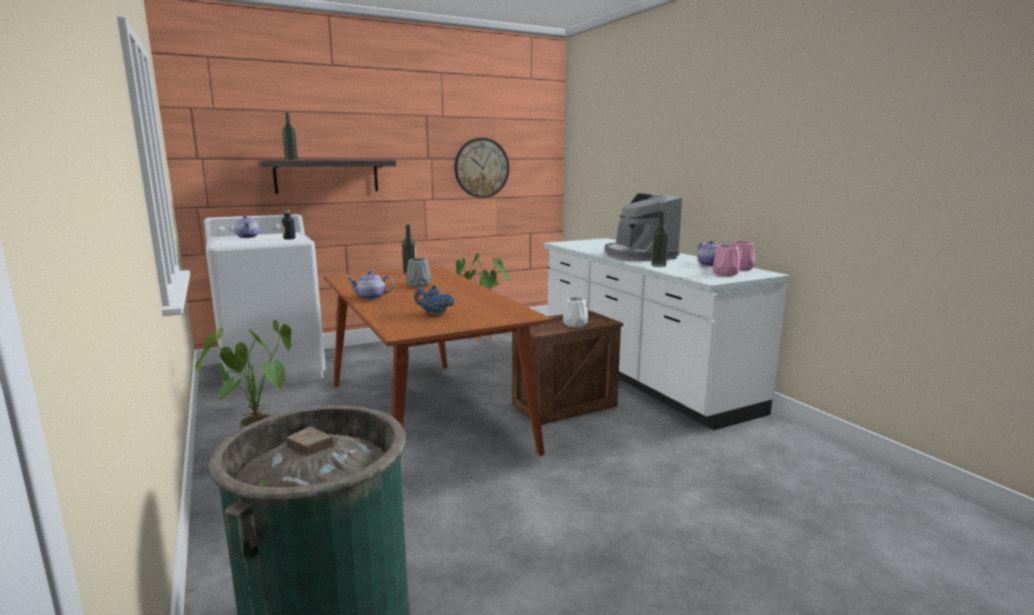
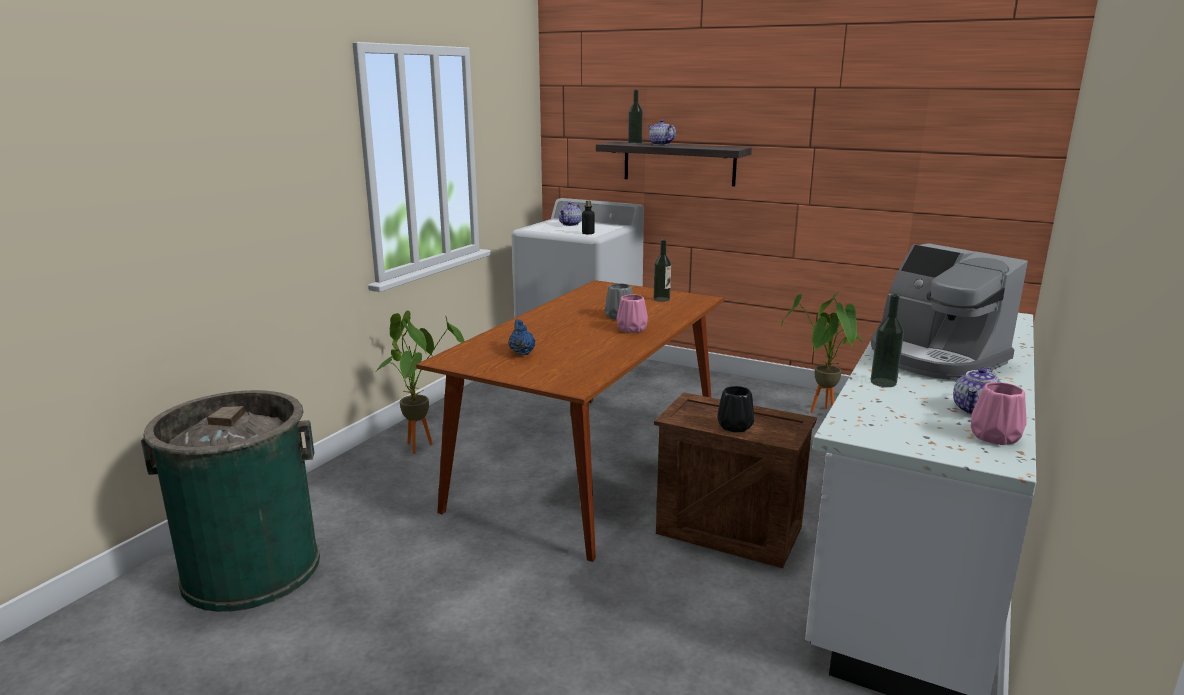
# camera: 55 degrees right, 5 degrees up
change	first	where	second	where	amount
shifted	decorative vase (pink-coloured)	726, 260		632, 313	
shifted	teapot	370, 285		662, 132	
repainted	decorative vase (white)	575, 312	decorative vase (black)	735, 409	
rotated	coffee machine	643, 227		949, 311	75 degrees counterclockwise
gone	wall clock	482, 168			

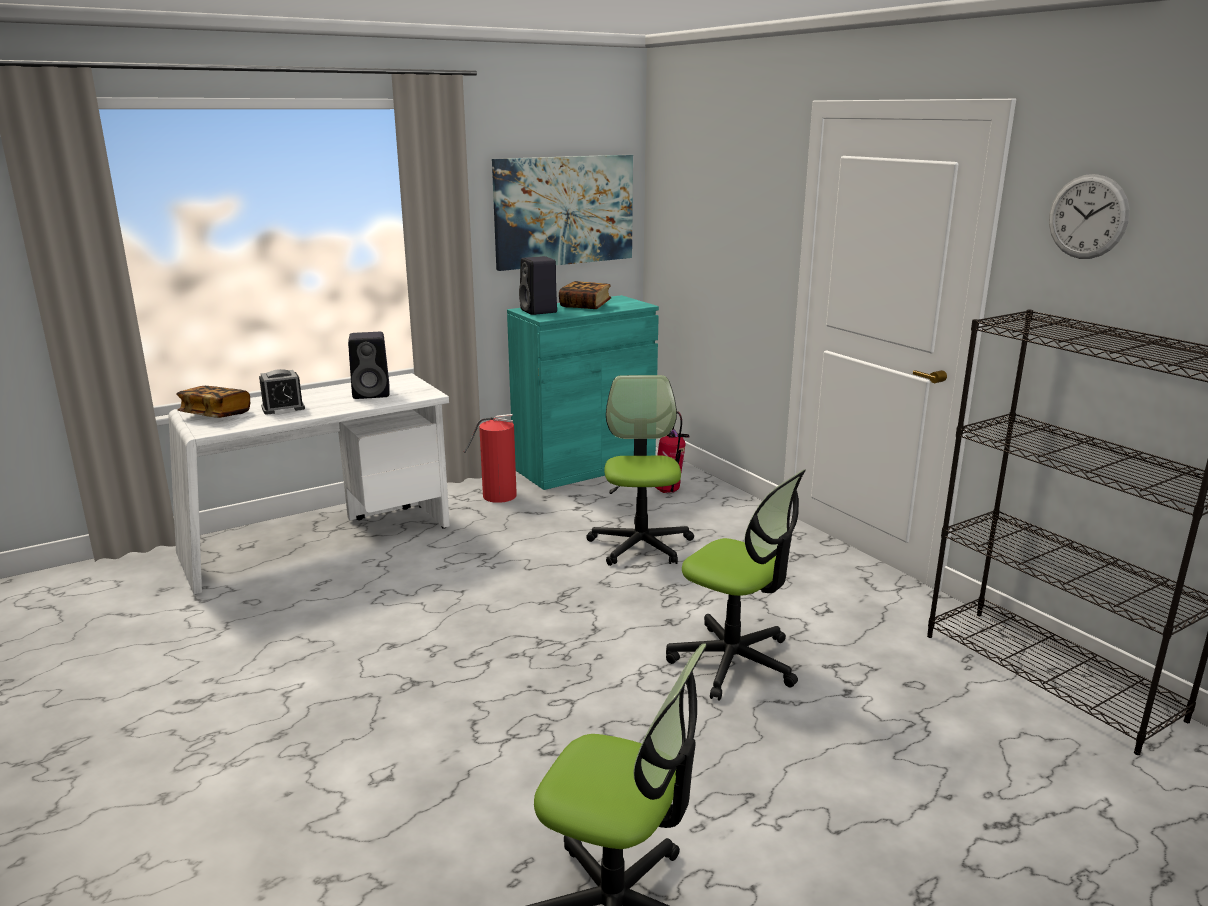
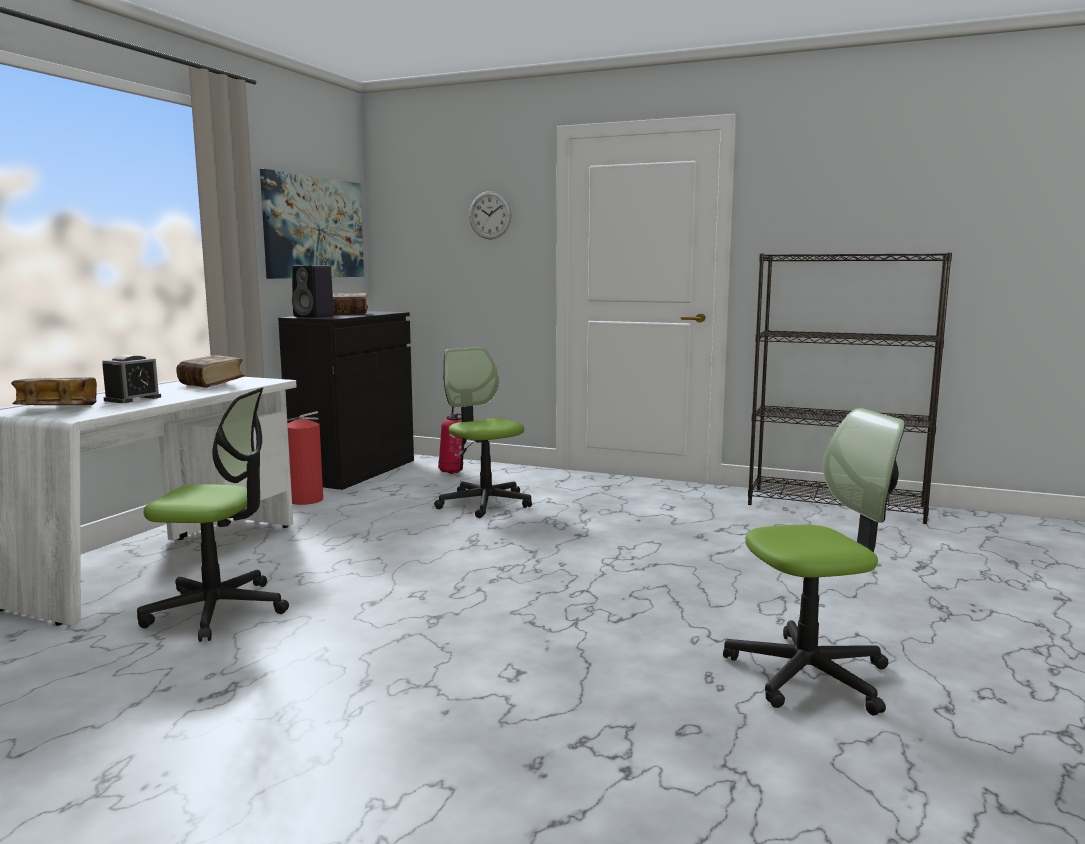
# camera: 35 degrees left, 10 degrees down
change	first	where	second	where	amount
shifted	office chair	736, 585		213, 514	
swapped	loudspeaker (black)	369, 365	book	210, 371	
repainted	cupboard (blue-green)	583, 392	cupboard (black)	346, 400	
shifted	wall clock	1089, 216		490, 215	

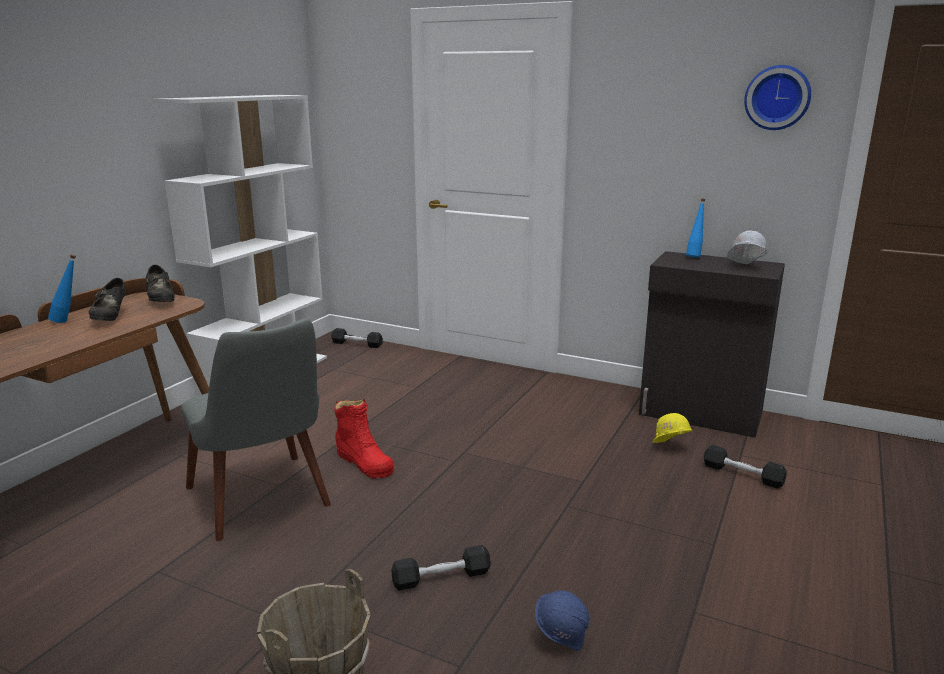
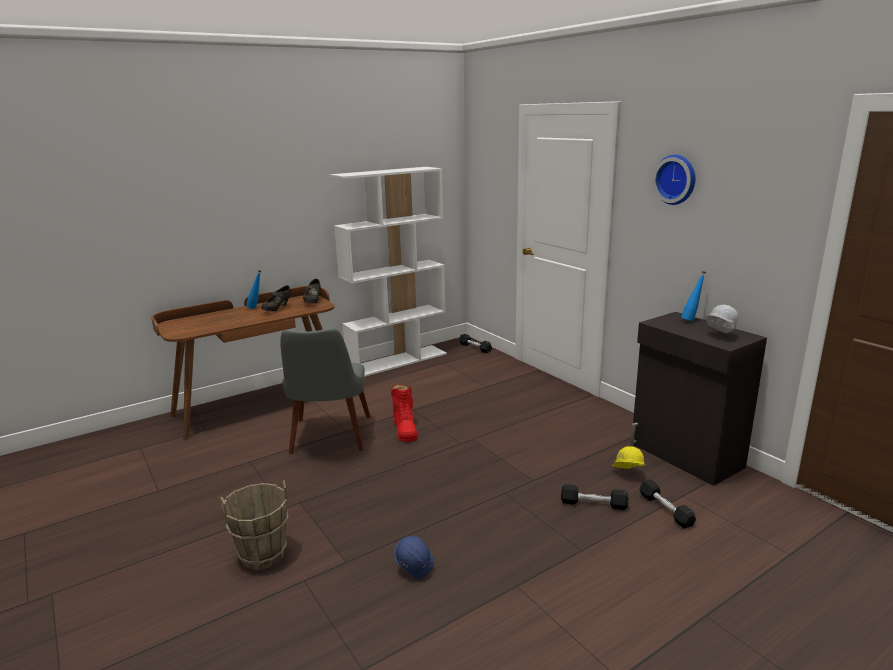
# camera: 30 degrees right, 0 degrees up
change	first	where	second	where	amount
shifted	free weight (black)	441, 568		594, 497	
shifted	wall clock	777, 97		674, 180	

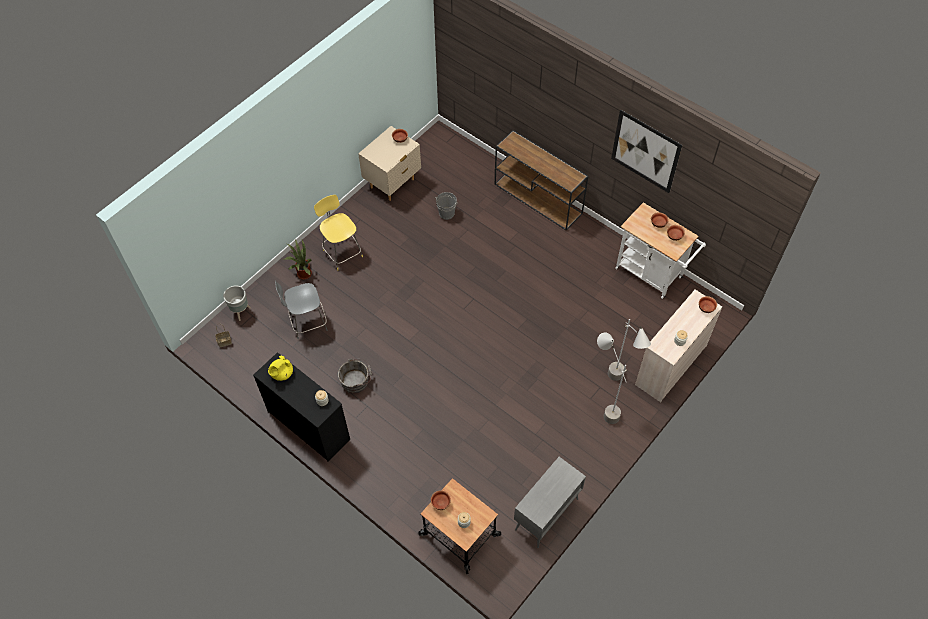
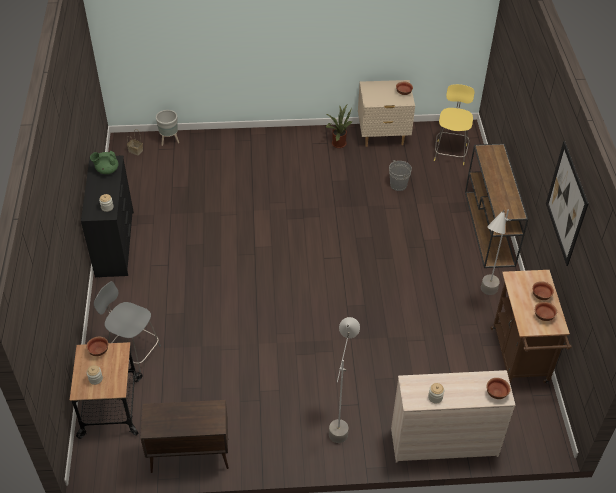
# camera: 45 degrees right, 10 degrees down
change	first	where	second	where	amount
repainted	teapot (yellow)	280, 368	teapot (green)	104, 162	
shifted	stool (greyish)	301, 309		127, 327	
repainted	cupboard (greyish)	550, 502	cupboard (brown)	184, 436	
shifted	potted plant	298, 259		339, 126	
shifted	stool (yellow)	338, 232		454, 124	
shifted	standing lamp (greyish)	629, 350		496, 252	
repainted	cart (white)	660, 250	cart (brown)	531, 327	
gone	water bucket (greyish)	354, 376			

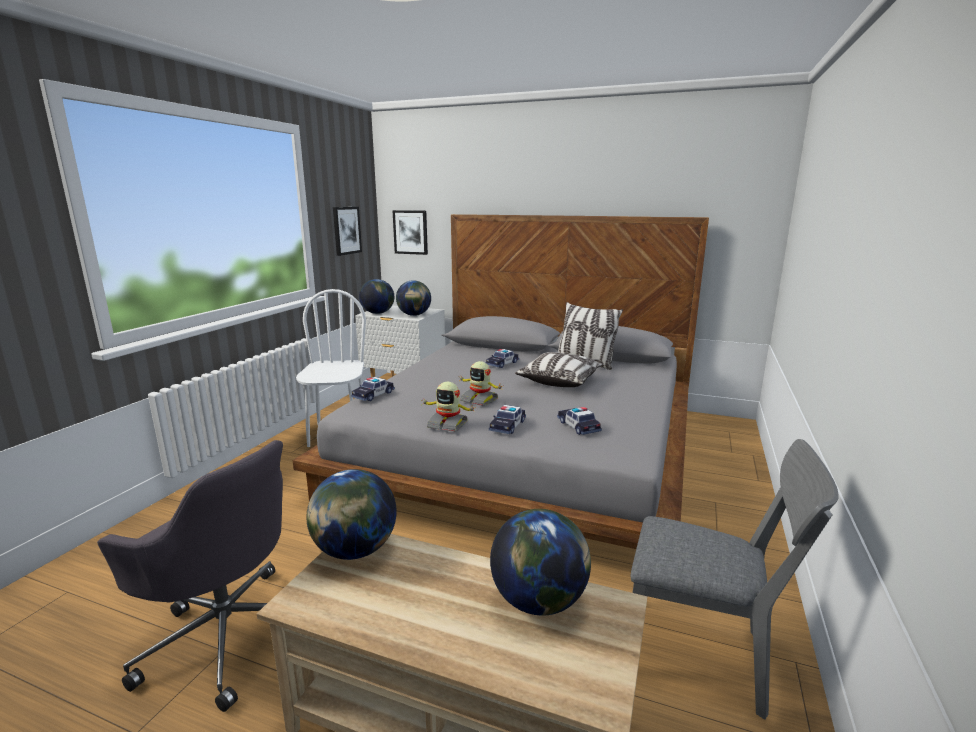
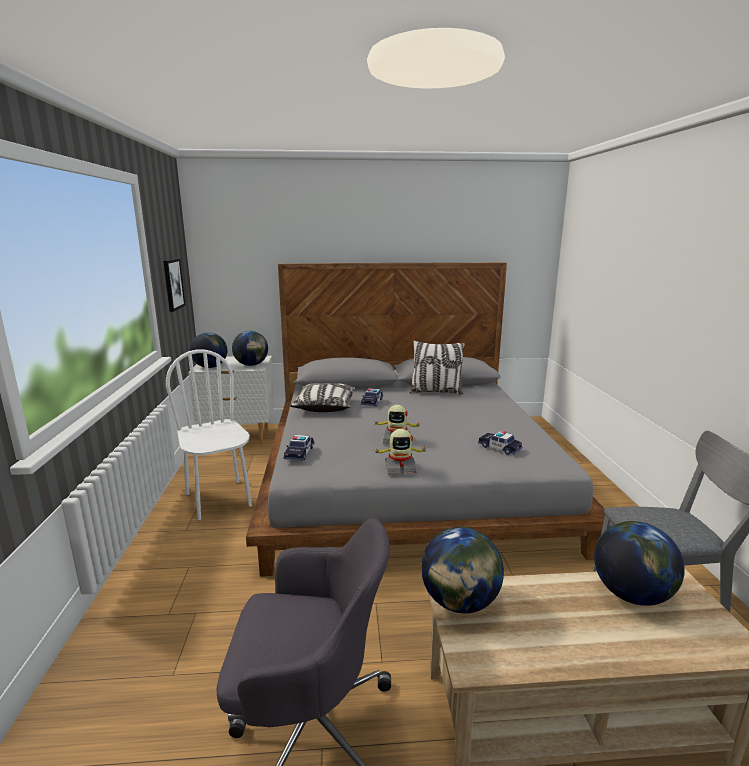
# camera: 25 degrees left, 0 degrees up
change	first	where	second	where	amount
shifted	pillow	559, 369		323, 397	
gone	wall picture	410, 232			
gone	miniature car	507, 419			

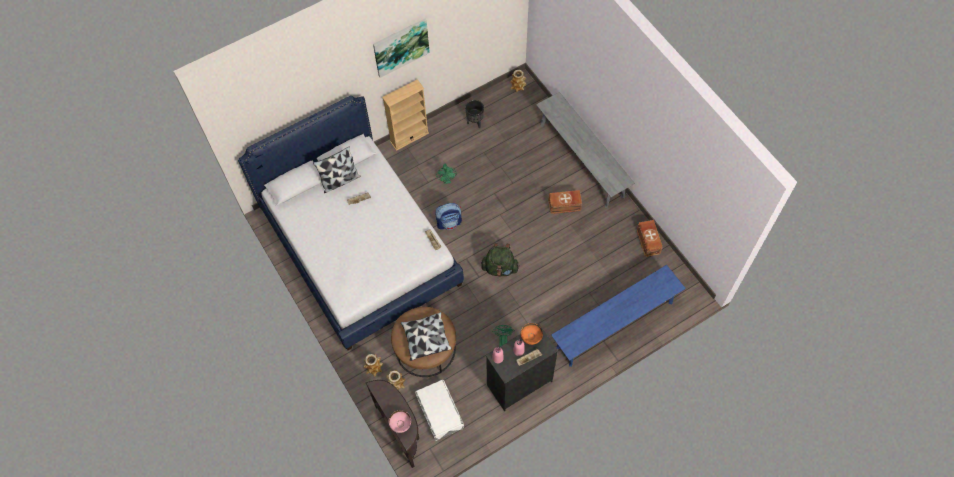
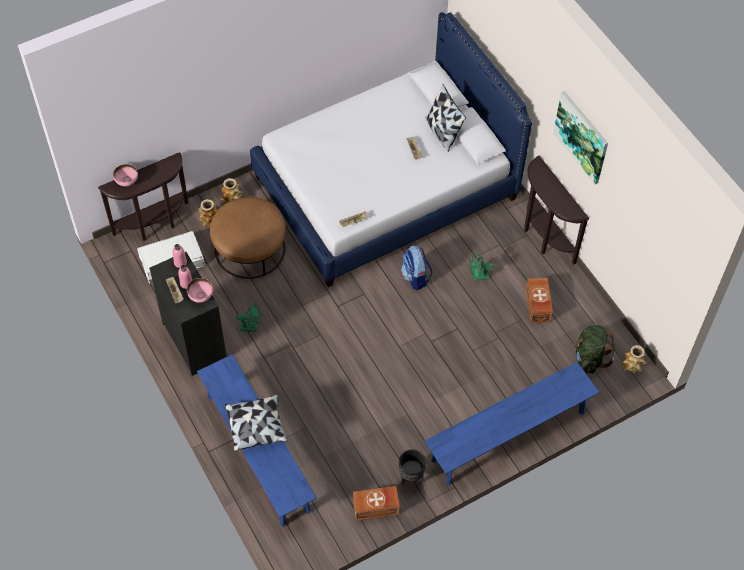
# camera: 90 degrees right, 5 degrees down
change	first	where	second	where	amount
repainted	serving bowl (orange-coloured)	532, 334	serving bowl (pink-coloured)	200, 290	
shifted	pillow	426, 336		256, 423	
shifted	flower pot (black)	474, 114		412, 467	
repainted	bench (greyish)	585, 150	bench (blue-coloured)	512, 423	
swapped	shelving unit (sand-coloured)	405, 115	hall table (brown)	556, 209	
shifted	storage container (brown)	565, 202		539, 300	
shifted	rucksack (green)	500, 260		594, 349	

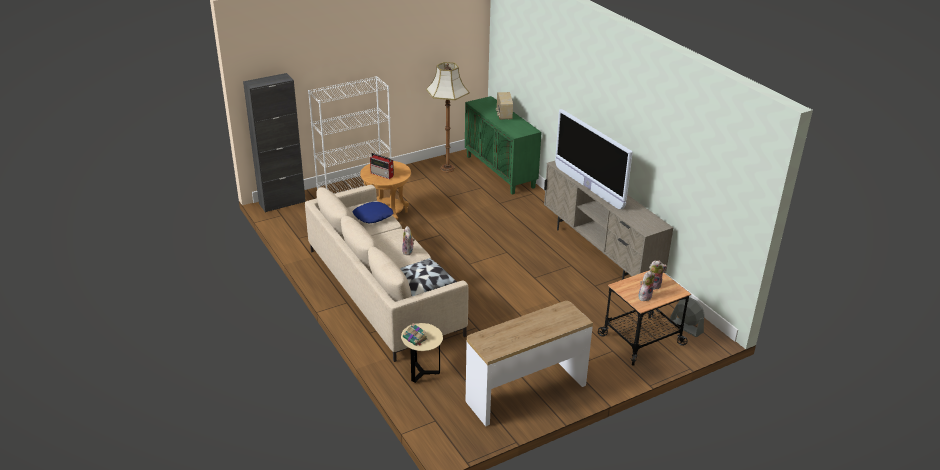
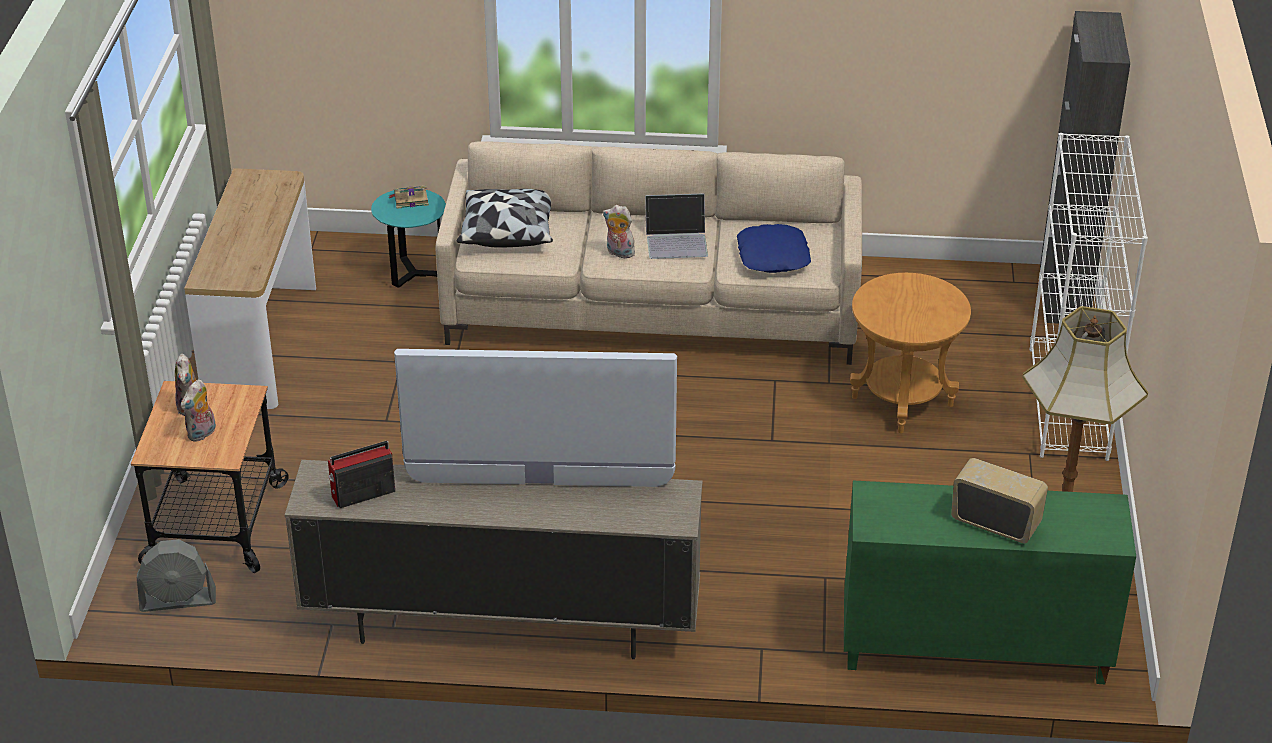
# camera: 125 degrees right, 5 degrees up
change	first	where	second	where	amount
shifted	radio set	382, 166		361, 474	
repainted	accent table (sand-coloured)	422, 353	accent table (blue-green)	408, 239	
new			laptop	676, 226	

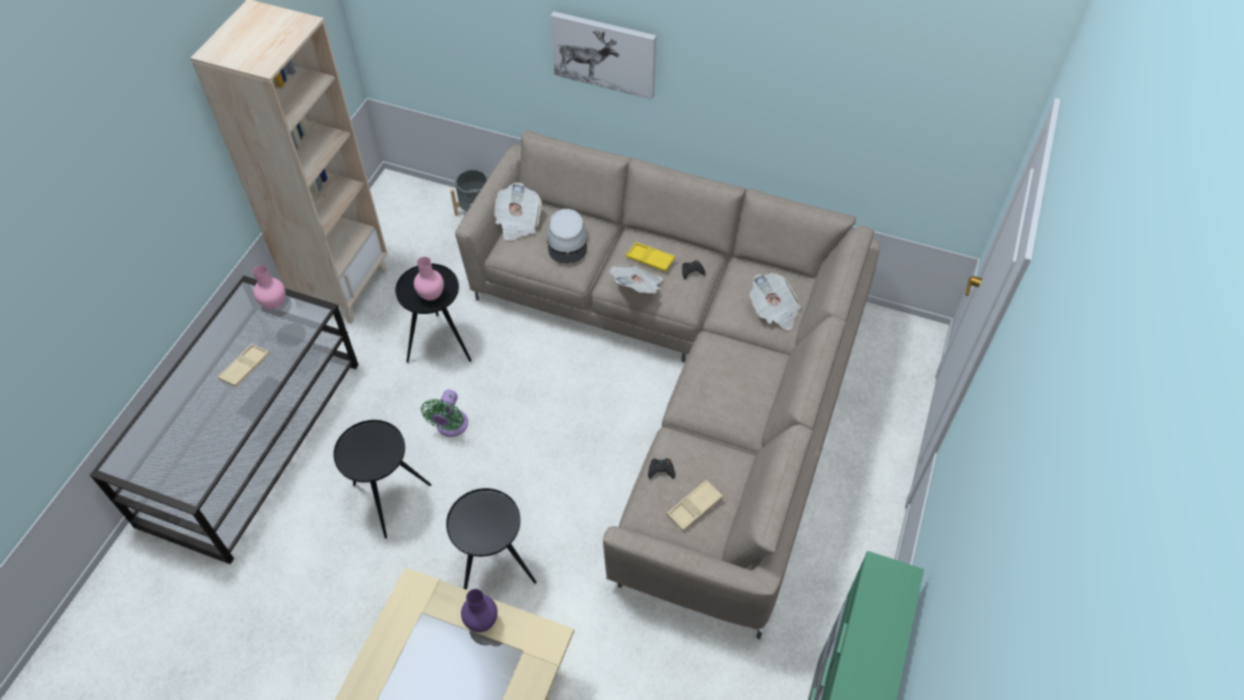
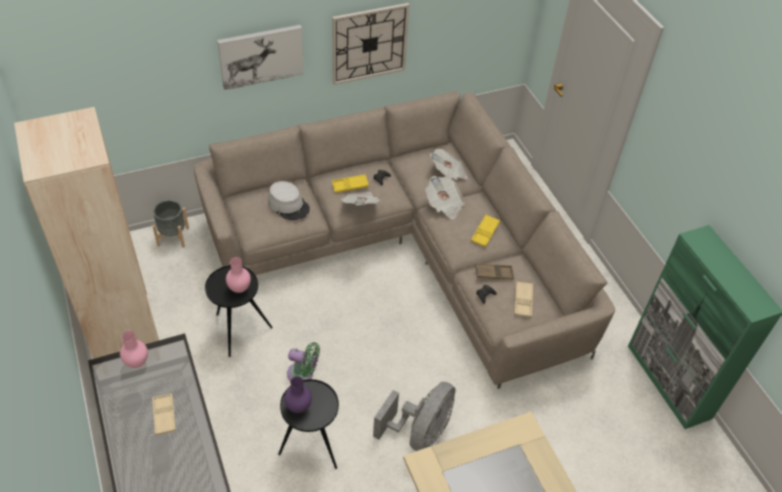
# camera: 45 degrees left, 5 degrees down
change	first	where	second	where	amount
shifted	decorative vase (purple)	479, 610		298, 394	
rotated	fan (green)	444, 413		303, 361	45 degrees counterclockwise
new			wall clock	370, 44	
swapped	accent table (black)	491, 539	fan (greyish)	414, 416	
shifted	daily paper	518, 212		445, 197	
new			serving tray (yellow)	485, 231	
new			serving tray (brown)	494, 271	

